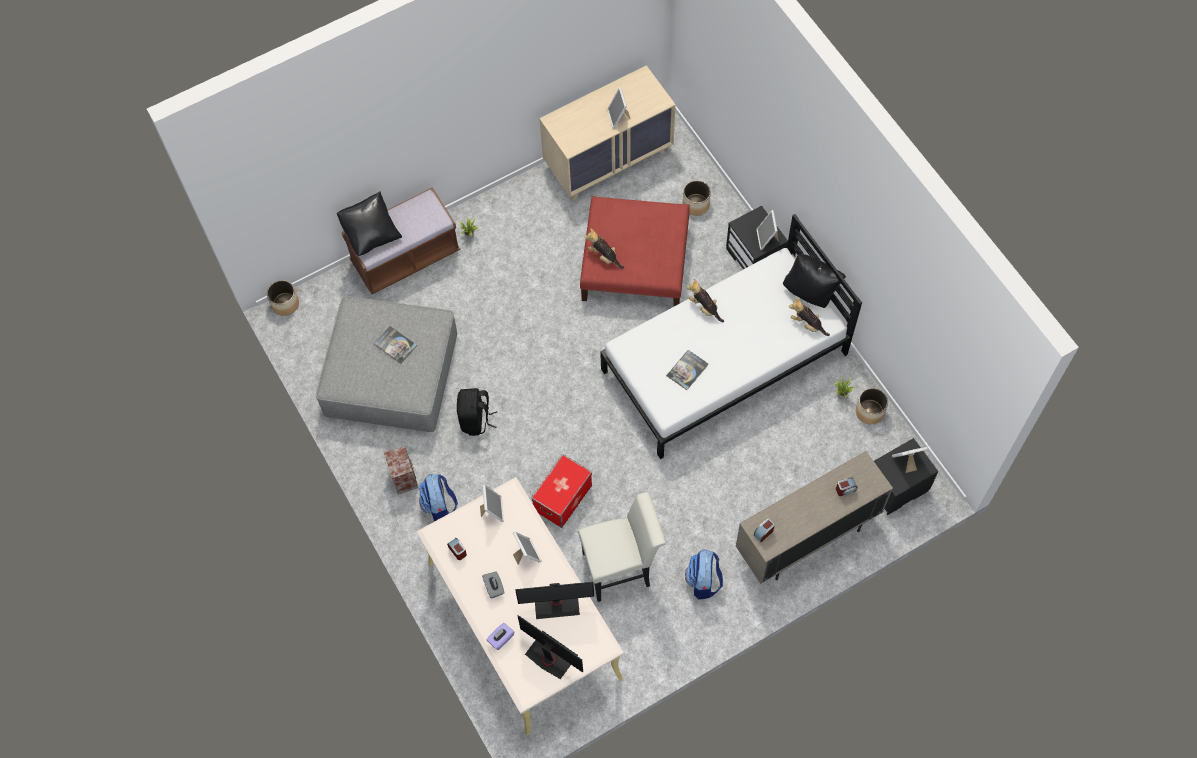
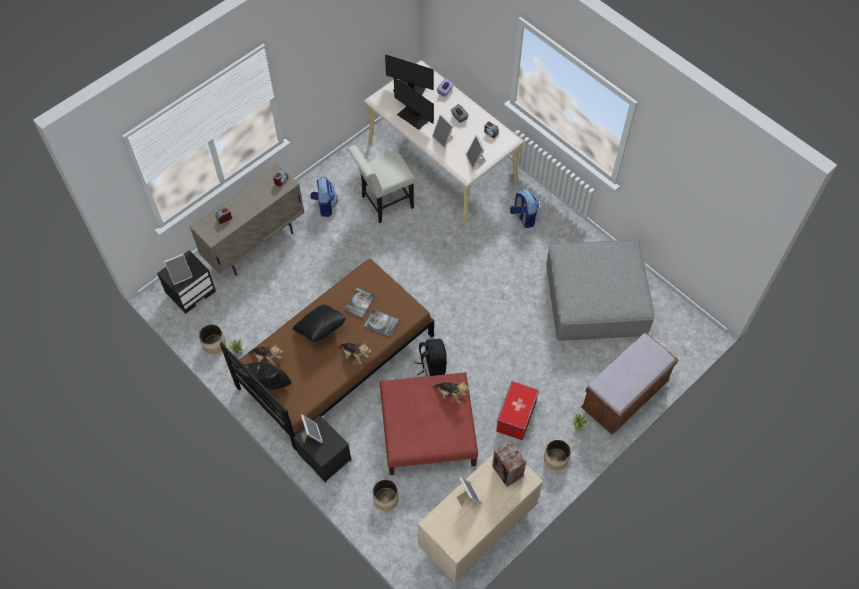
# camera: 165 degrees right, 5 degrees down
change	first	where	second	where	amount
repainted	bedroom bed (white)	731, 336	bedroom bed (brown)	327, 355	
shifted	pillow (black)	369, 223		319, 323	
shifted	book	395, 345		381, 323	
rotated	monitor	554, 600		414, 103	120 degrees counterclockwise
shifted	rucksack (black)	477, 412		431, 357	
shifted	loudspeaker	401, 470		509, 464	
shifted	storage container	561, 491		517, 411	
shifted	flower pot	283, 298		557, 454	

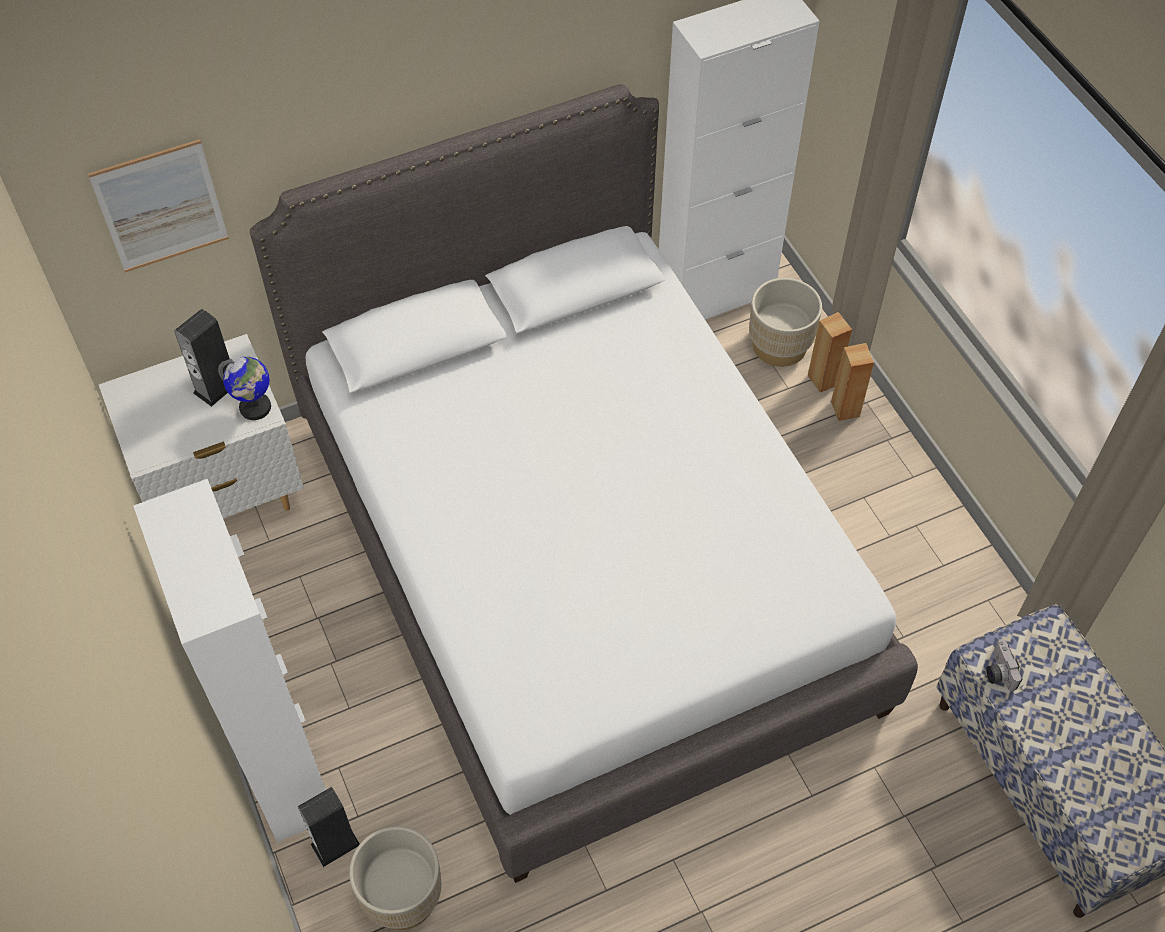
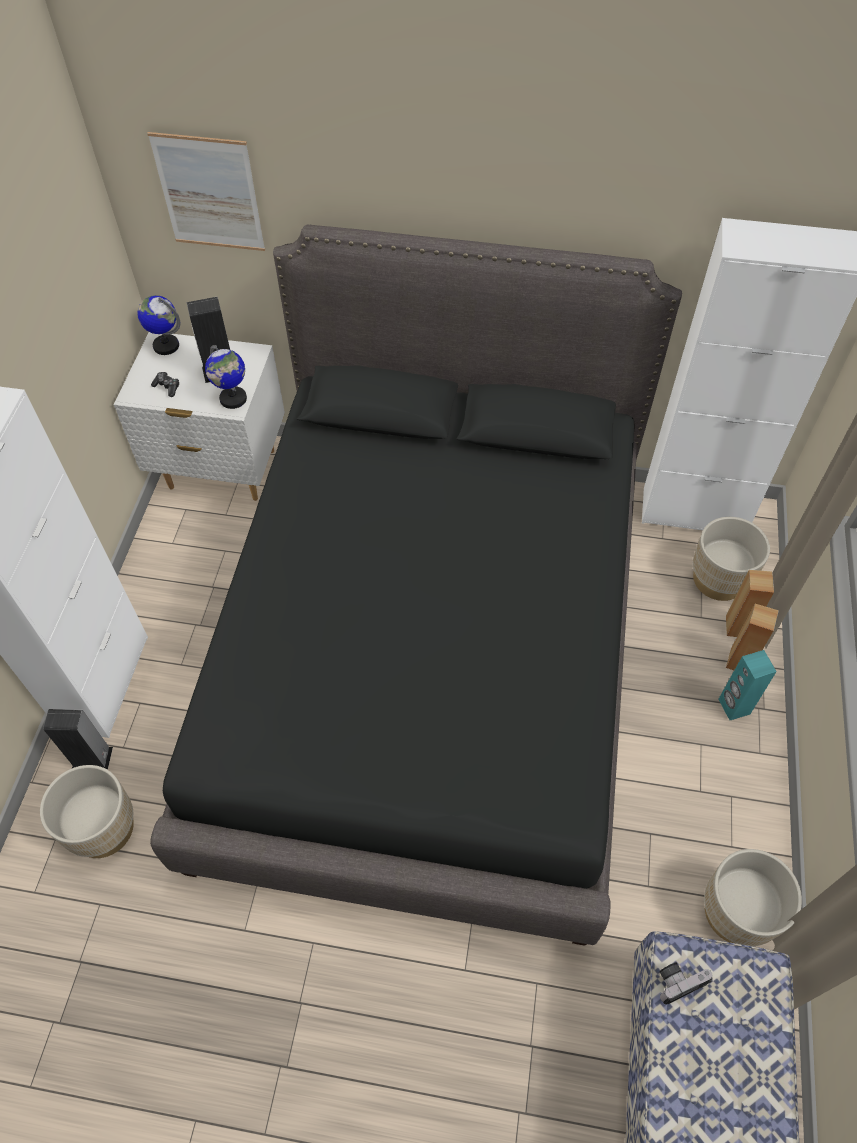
# camera: 35 degrees right, 0 degrees up
change	first	where	second	where	amount
new			desk globe	159, 325	
repainted	bedroom bed (white)	584, 483	bedroom bed (black)	416, 585	
new			gamepad	165, 384	
rotated	photo camera	1004, 665		685, 983	45 degrees clockwise
new			flower pot (sand-coloured)	753, 897	
new			loudspeaker (blue-green)	747, 685	

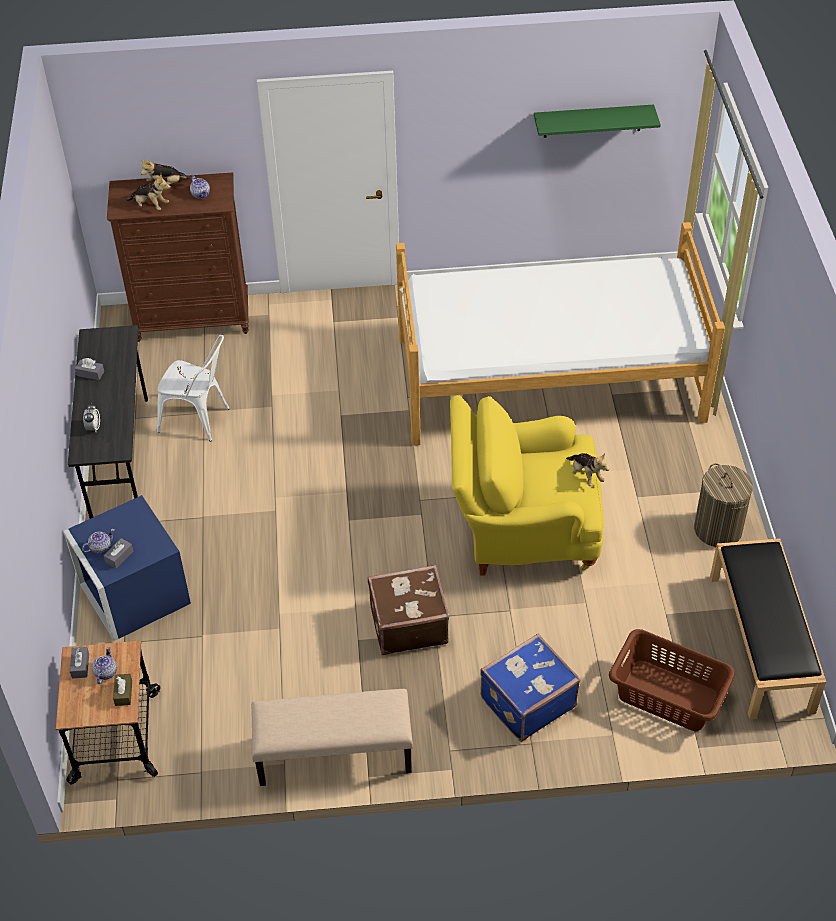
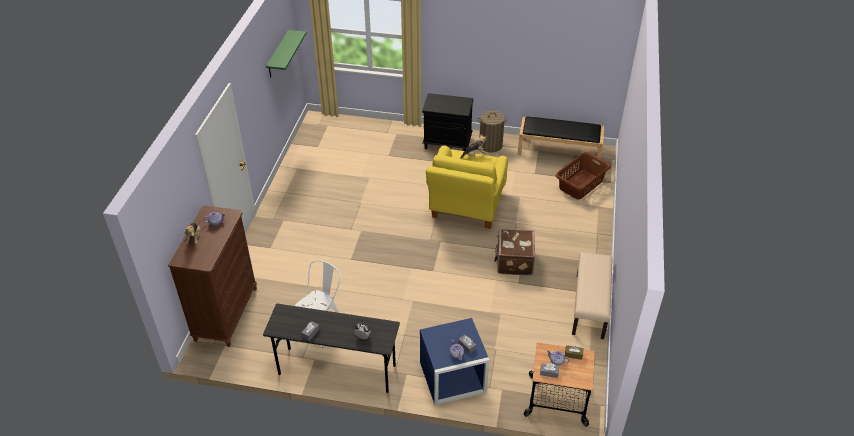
# camera: 75 degrees left, 5 degrees down
change	first	where	second	where	amount
new			nightstand (black)	448, 122	
gone	cuddly toy	148, 192			
gone	bedroom bed	560, 334			
gone	suitcase (blue-coloured)	530, 688			

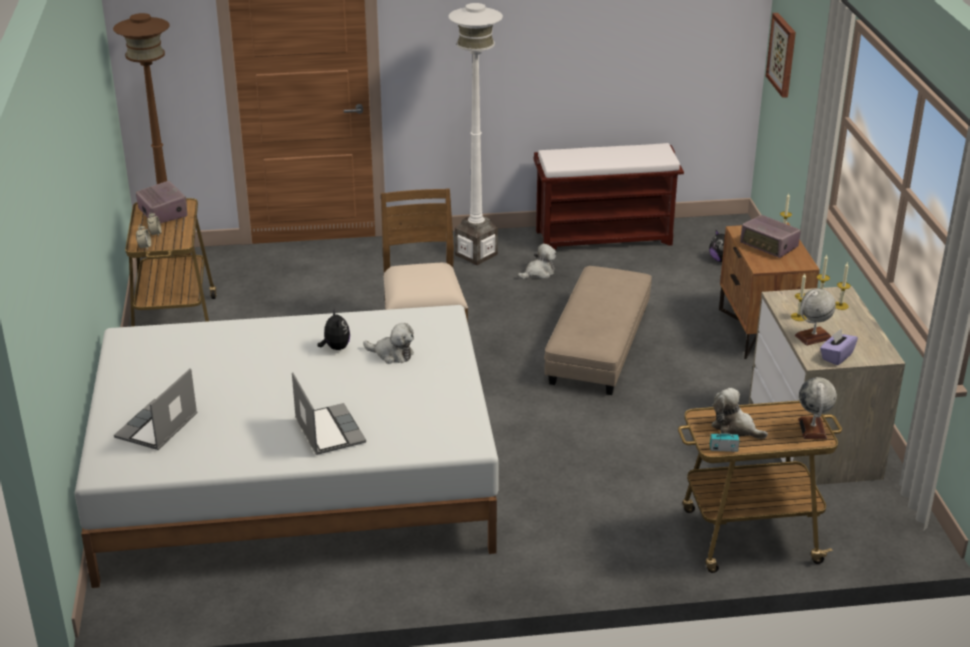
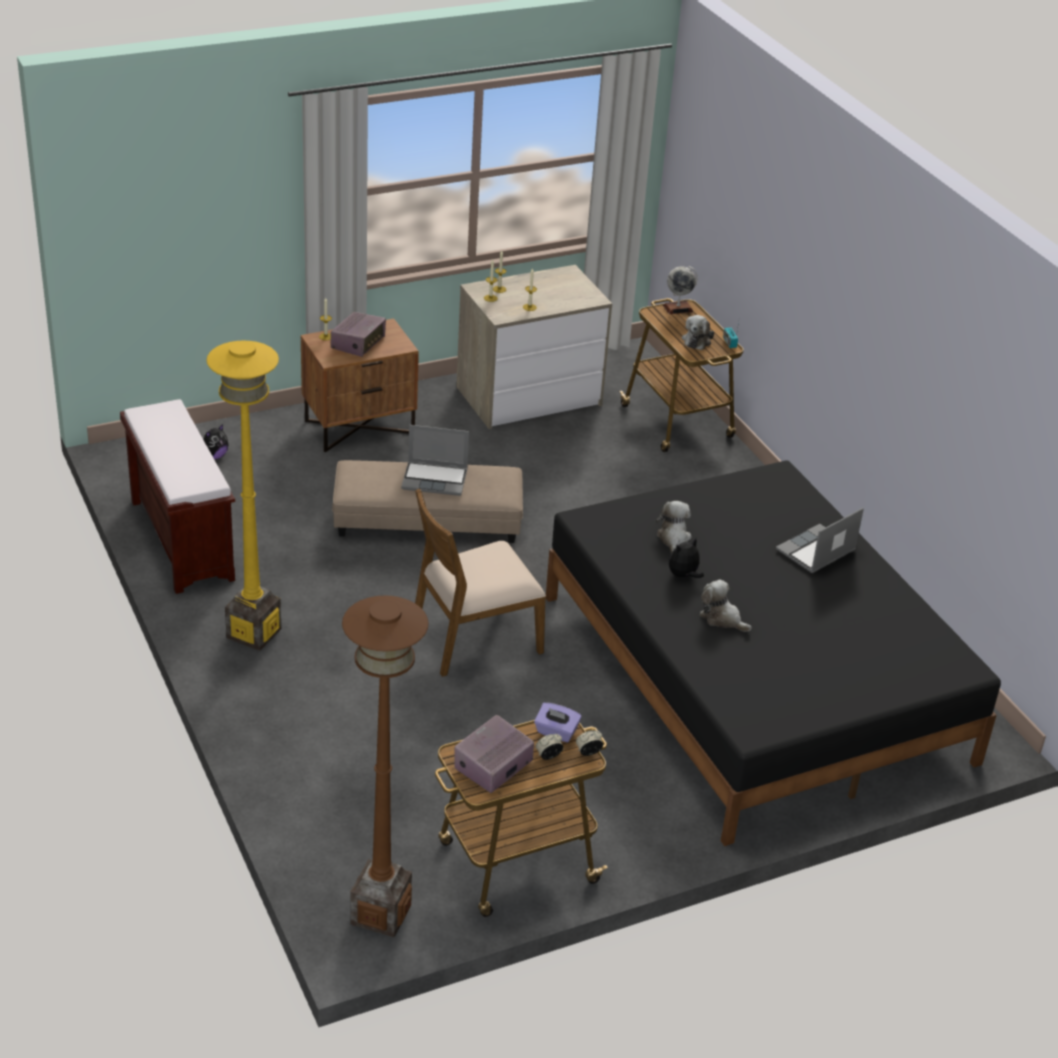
# camera: 110 degrees left, 5 degrees up
change	first	where	second	where	amount
repainted	standing lamp (white)	475, 134	standing lamp (yellow)	244, 496	
shifted	laptop	155, 409		435, 460	
shifted	tissue holder (purple)	839, 346		558, 722	
repainted	bedroom bed (white)	287, 446	bedroom bed (black)	773, 653	
shifted	cuddly toy	537, 261		725, 606	
gone	wall picture	781, 55			
gone	desk globe	815, 317			

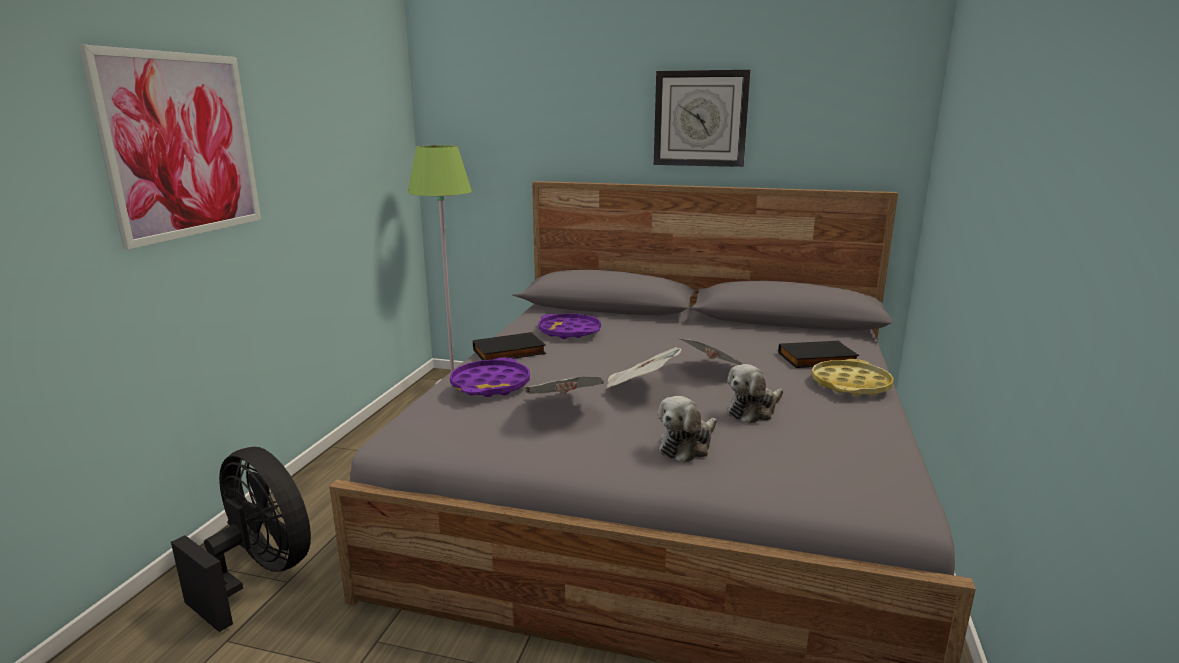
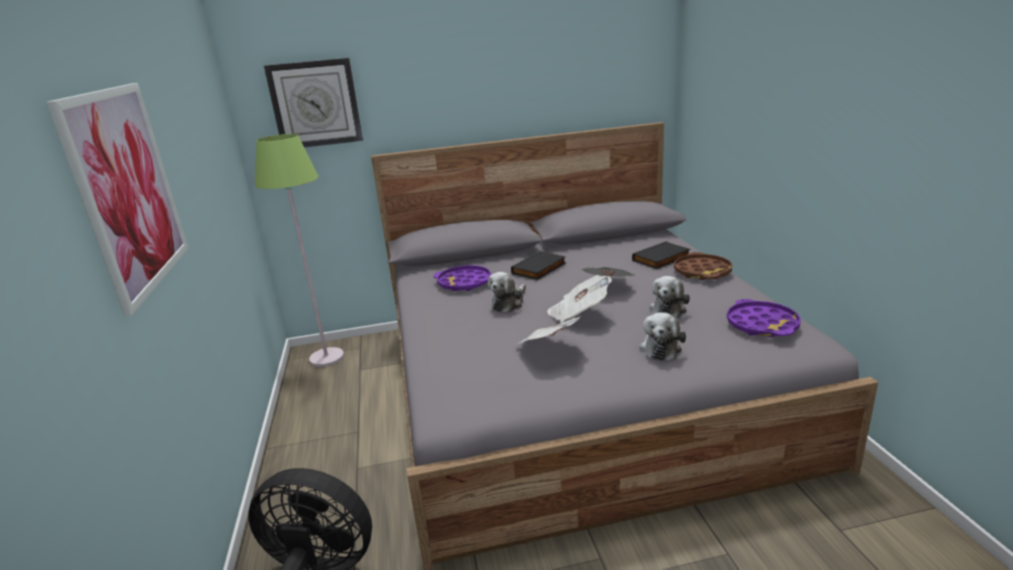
# camera: 25 degrees left, 5 degrees up
change	first	where	second	where	amount
shifted	wall clock	702, 118		313, 102	
new			cuddly toy	507, 292	
shifted	book (black)	509, 346		538, 265	
repainted	serving tray (yellow)	852, 377	serving tray (brown)	703, 266	
shifted	serving tray (purple)	490, 377		764, 318	

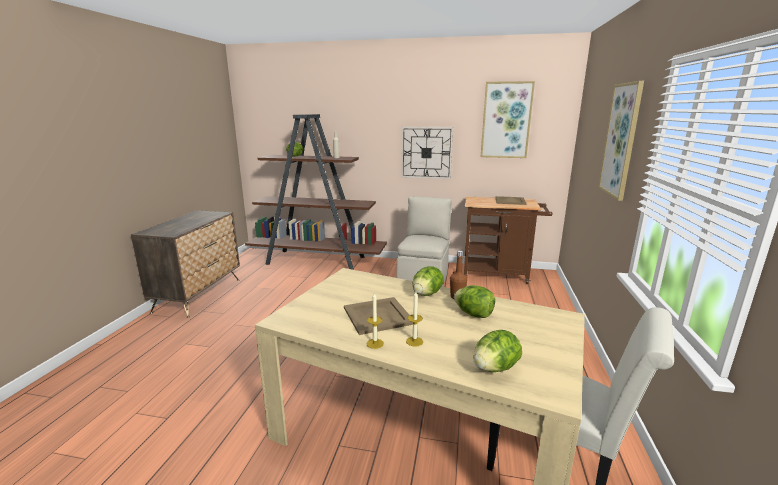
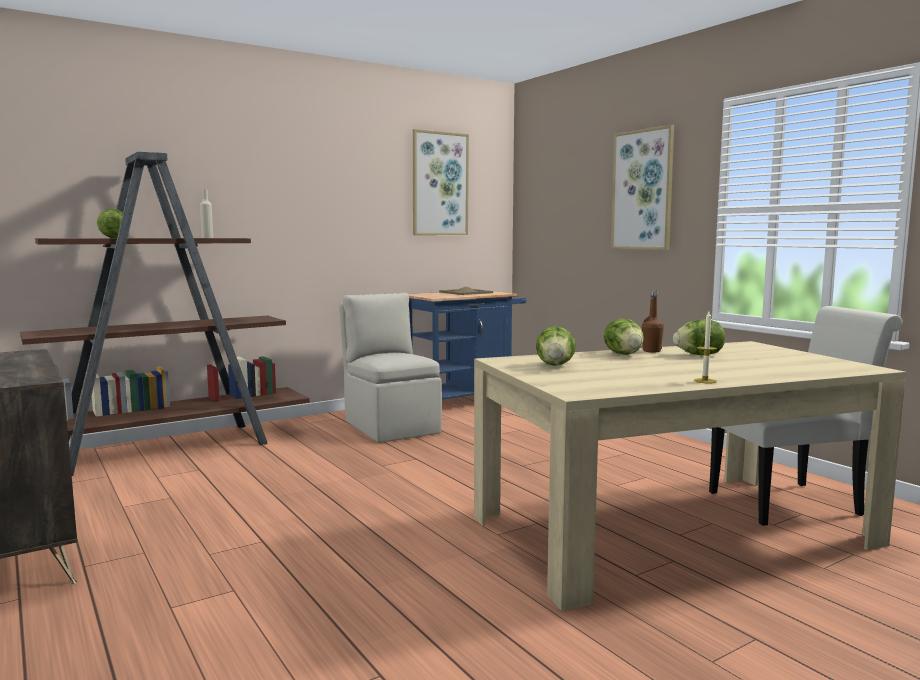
# camera: 45 degrees left, 10 degrees down
change	first	where	second	where	amount
repainted	cart (brown)	508, 240	cart (blue-coloured)	467, 345	
shifted	lettuce	497, 351		556, 346	
gone	serving tray (sand-coloured)	378, 316			
gone	wall clock	427, 153			
gone	candle	414, 319			

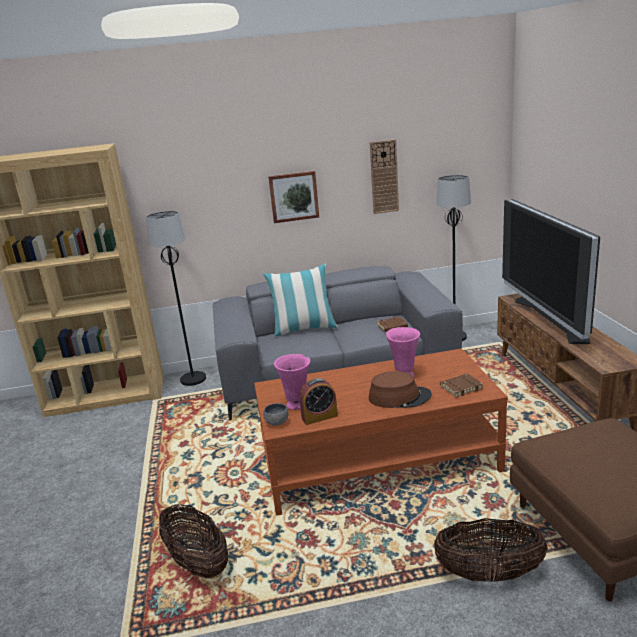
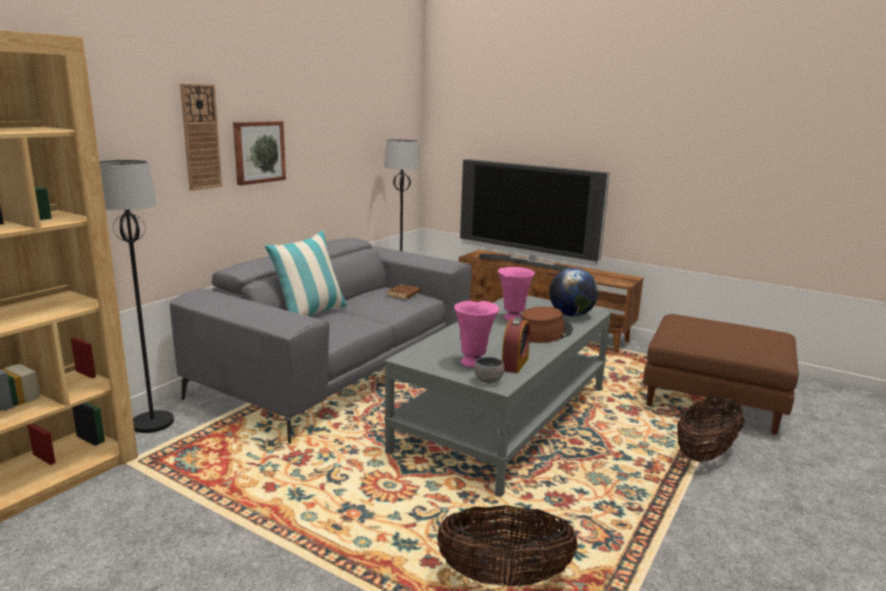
# camera: 50 degrees left, 5 degrees down
change	first	where	second	where	amount
shifted	wall clock	384, 176		201, 137	
repainted	lounge table (brown)	381, 432	lounge table (greyish)	497, 396	
swapped	book (brown)	461, 385	desk globe	574, 292	

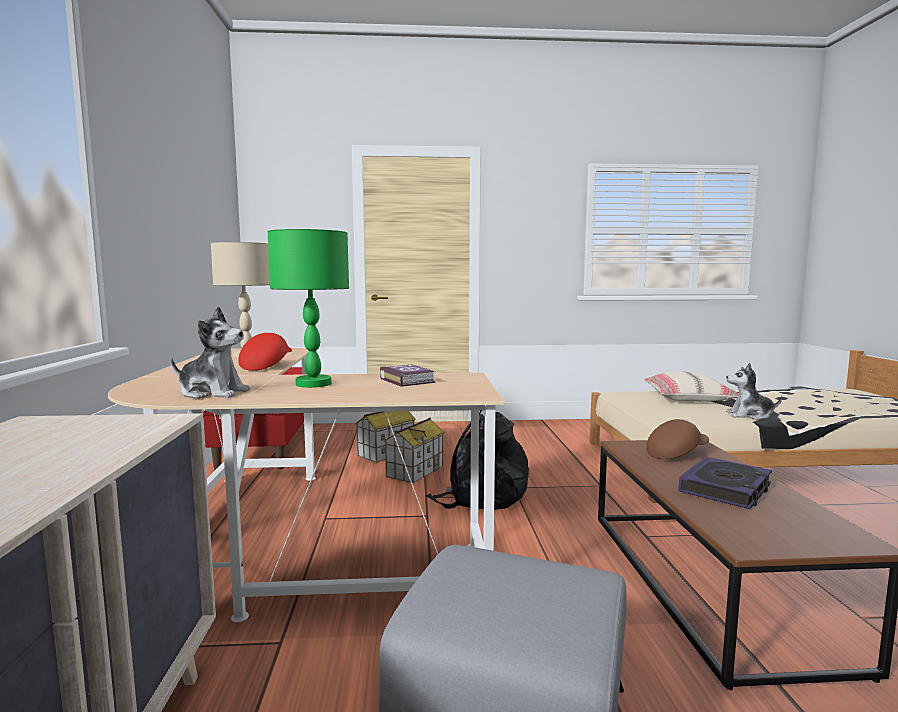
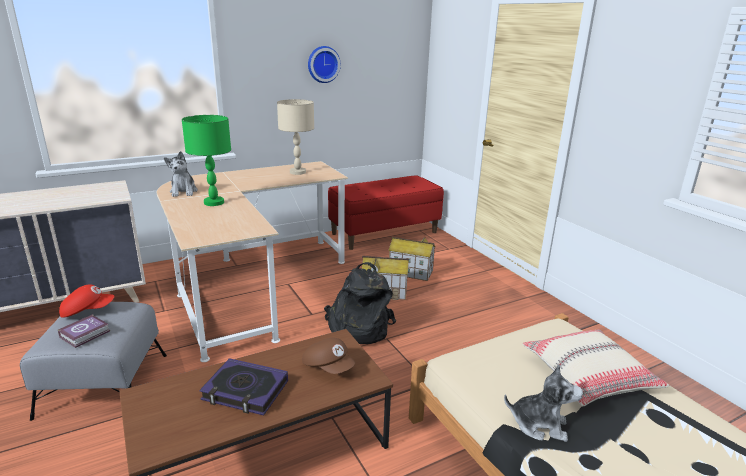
# camera: 65 degrees right, 15 degrees up
change	first	where	second	where	amount
shifted	book	408, 376		84, 331	
shifted	baseball cap (red)	265, 351		87, 300	
new			wall clock	324, 64	
rotated	cuddly toy	754, 391		543, 403	120 degrees clockwise

